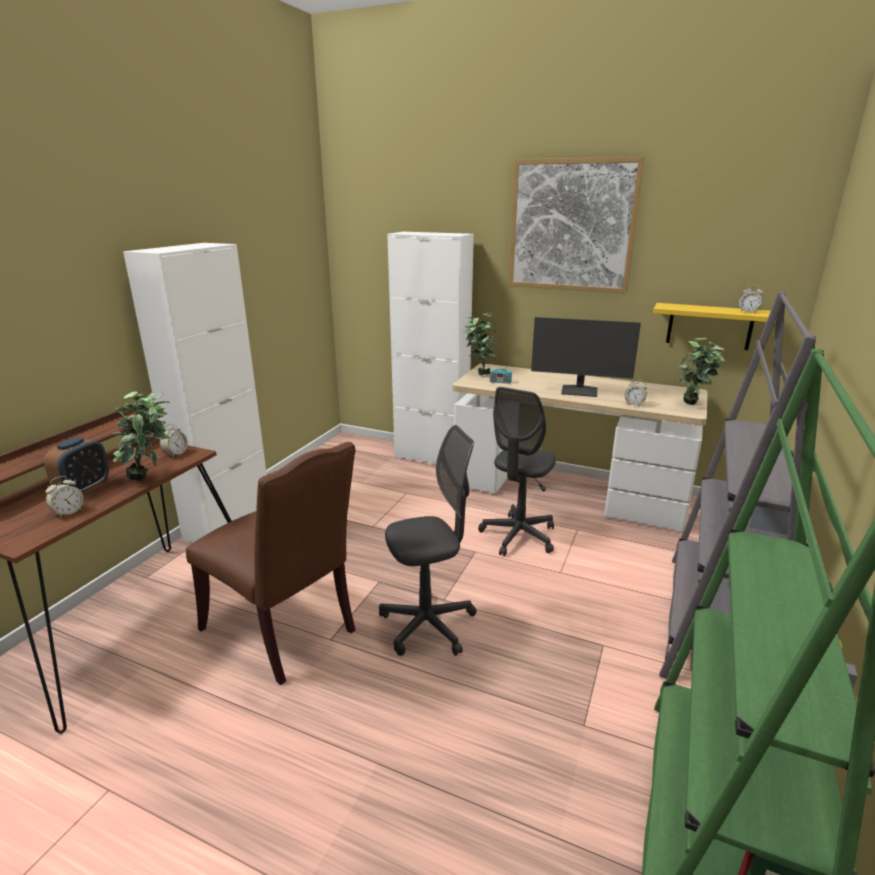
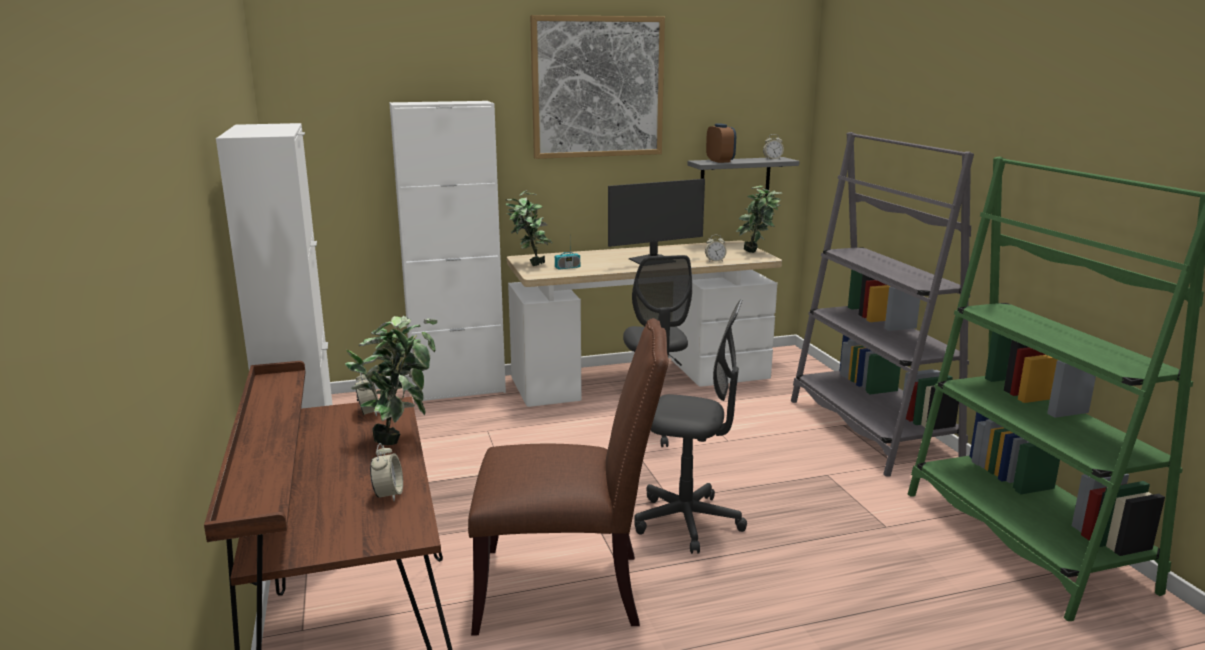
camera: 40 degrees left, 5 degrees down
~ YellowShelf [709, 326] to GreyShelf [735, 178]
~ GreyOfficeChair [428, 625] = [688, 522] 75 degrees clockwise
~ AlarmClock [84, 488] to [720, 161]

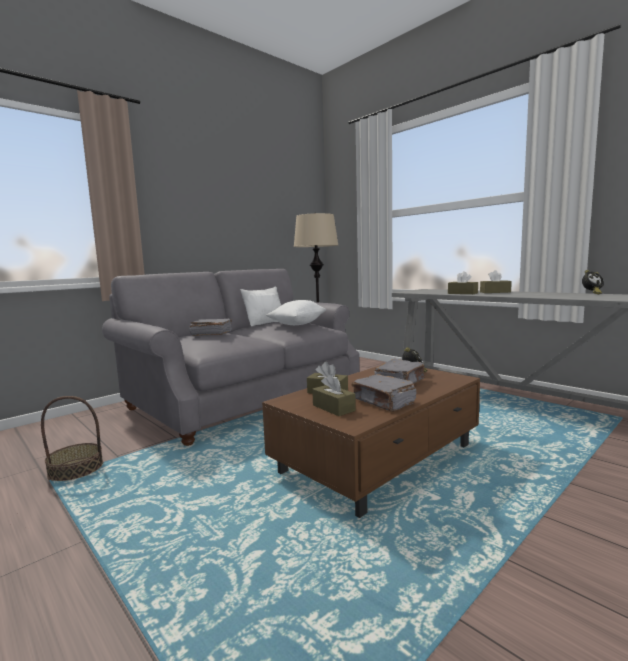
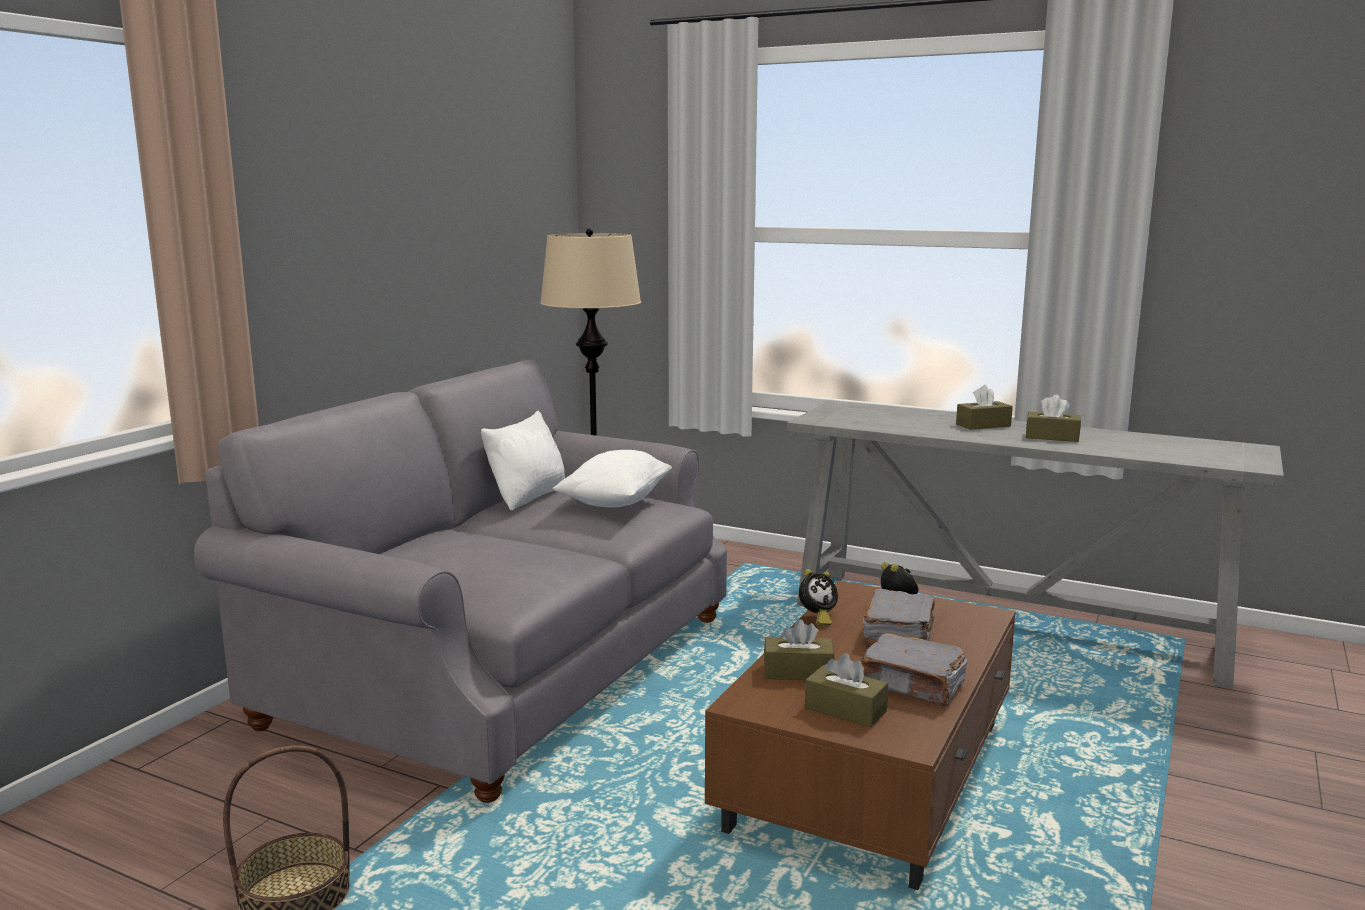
camera: 20 degrees left, 5 degrees up
~ AlarmClock [591, 293] to [817, 618]
~ BrownTissueBox [462, 293] to [1052, 437]
- GreyBook [211, 334]

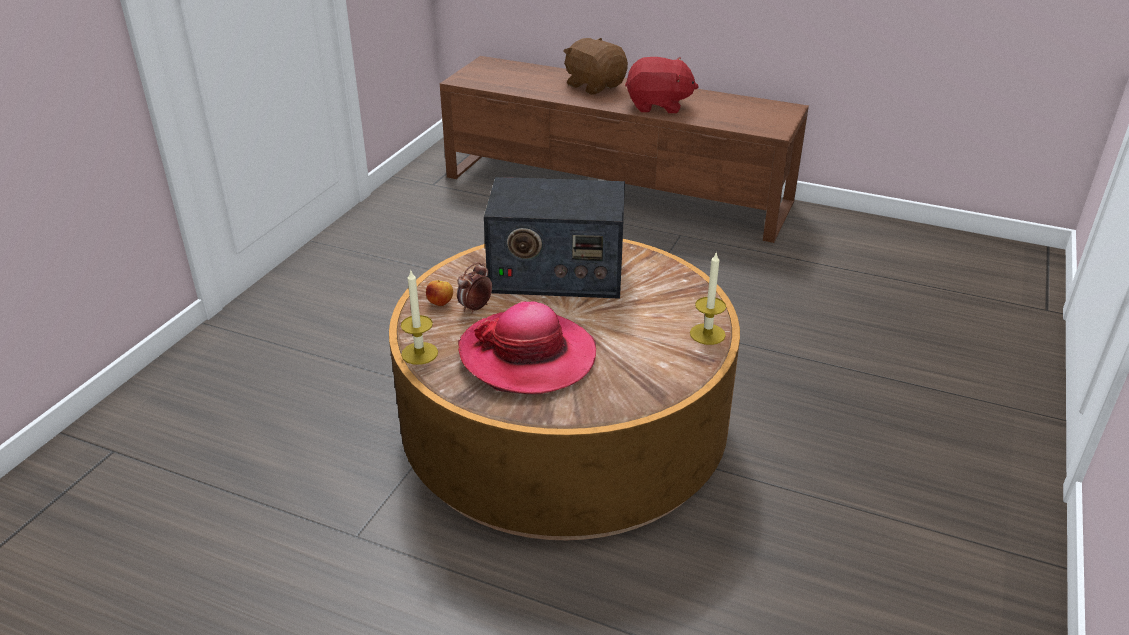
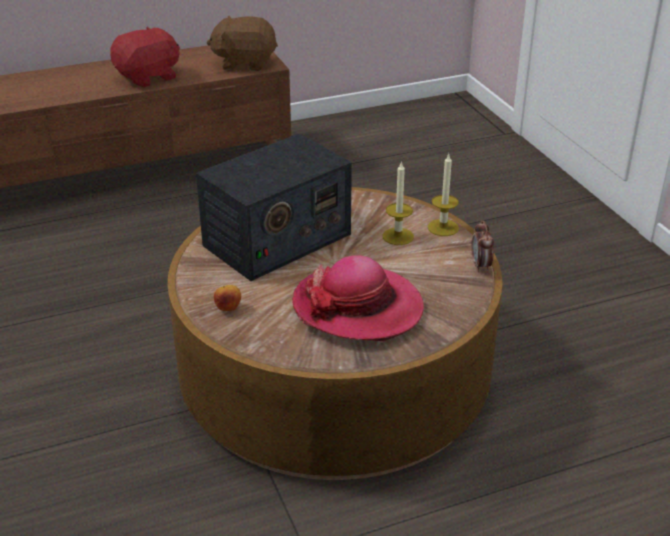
camera: 45 degrees left, 0 degrees up
~ BrownPlushToy [594, 86] to [245, 63]
~ AlarmClock [475, 308] to [481, 266]
~ Candle [419, 353] to [398, 236]

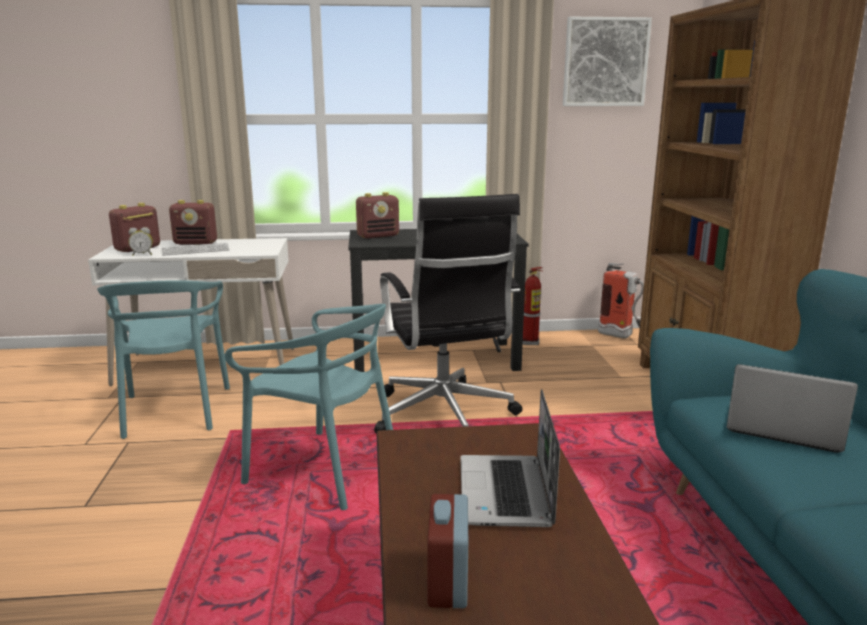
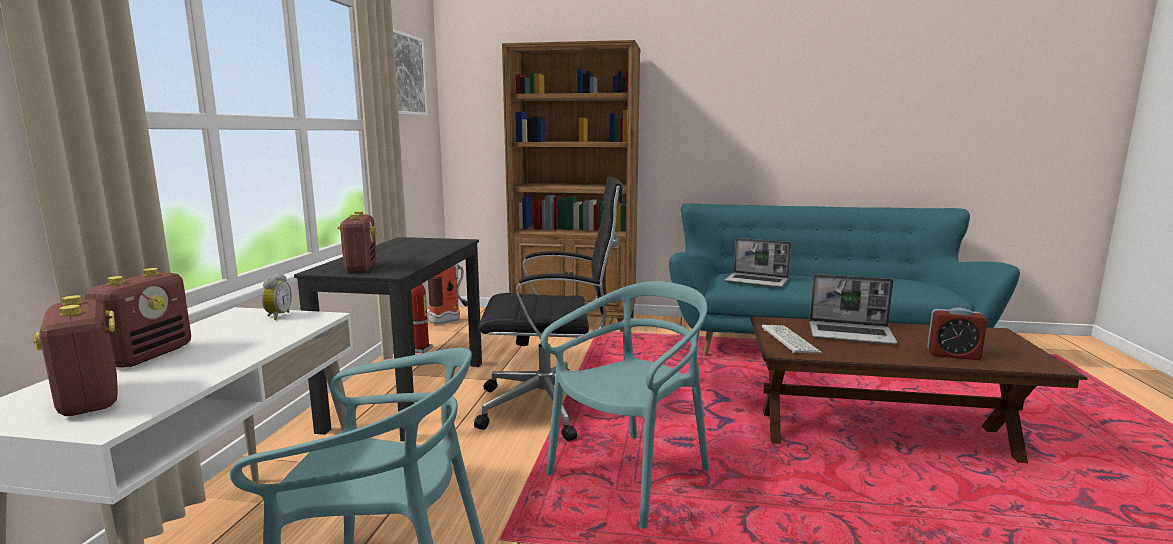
camera: 75 degrees left, 5 degrees down
~ AlarmClock [142, 254] to [277, 316]
~ Keyboard [195, 250] to [790, 340]
~ Laptop [781, 428] = [757, 281] 105 degrees counterclockwise

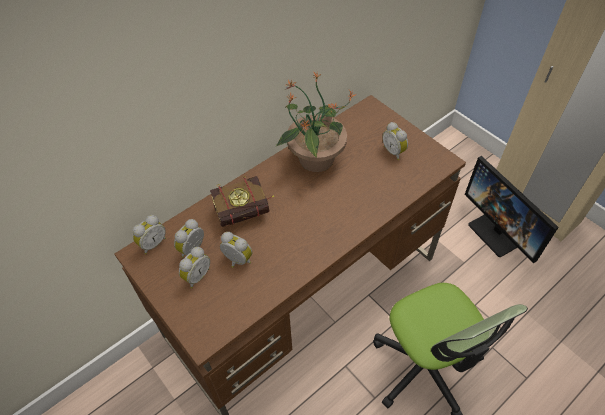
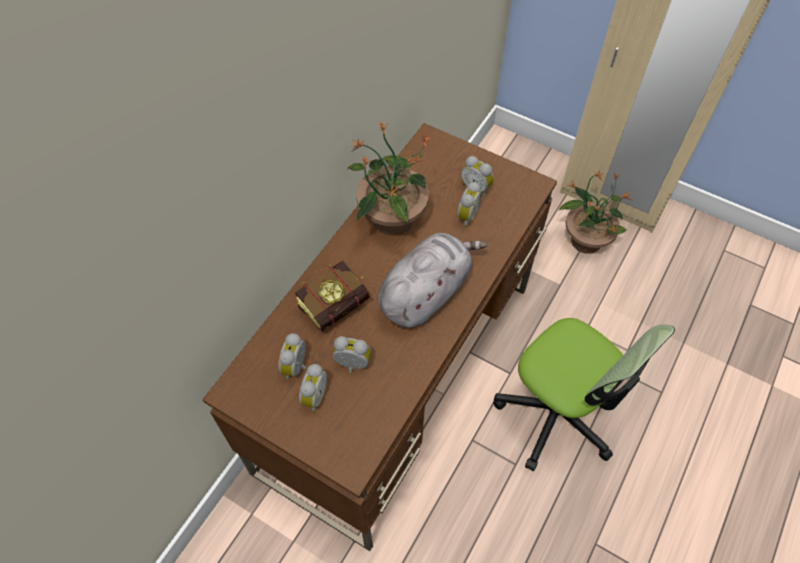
camera: 20 degrees left, 5 degrees up
~ Monitor [498, 232] to PottedPlant [585, 240]
~ AlarmClock [152, 243] to [465, 216]
+ GreyPlushToy [426, 292]

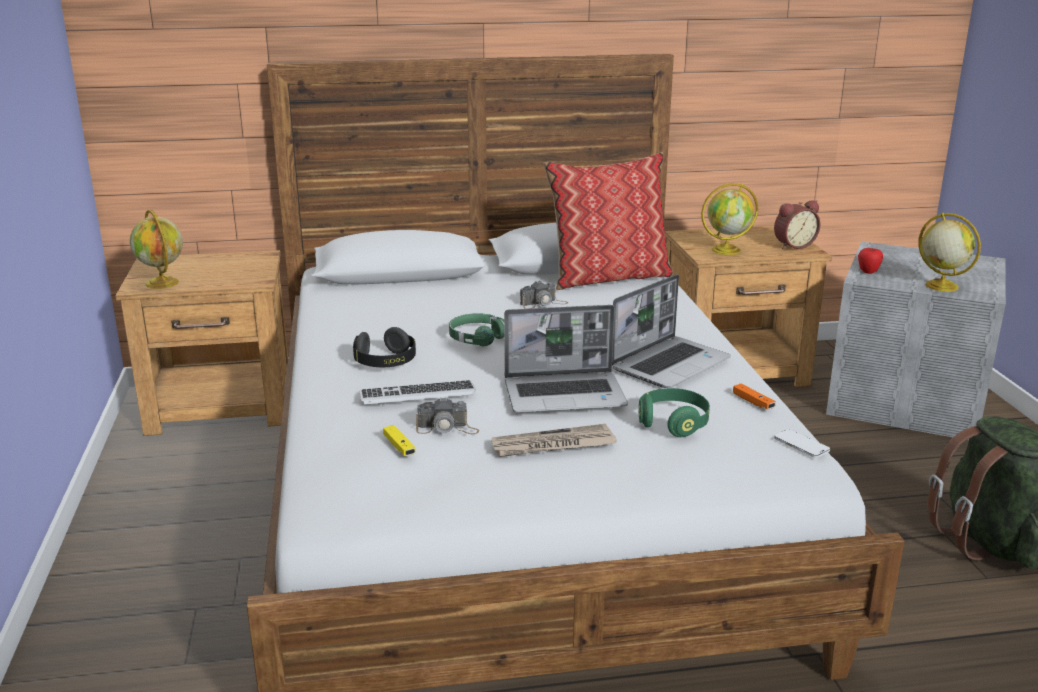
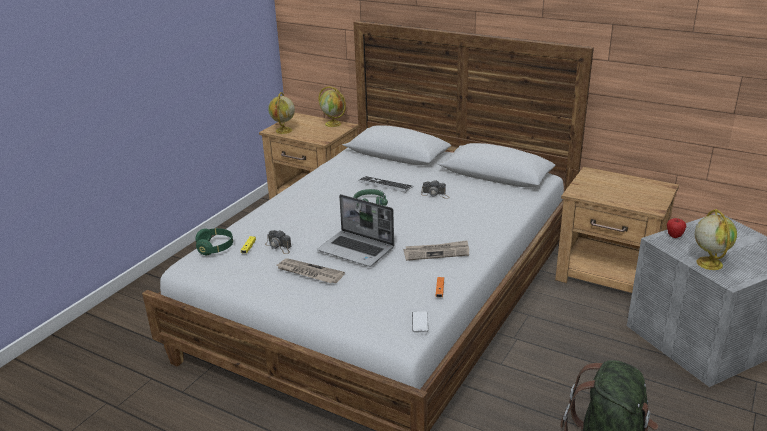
camera: 40 degrees right, 5 degrees up
- Pillow [608, 277]
~ Globe [727, 250] to [333, 124]
- AlarmClock [793, 245]
~ Laptop [670, 364] to Newspaper [437, 252]
- BlackHeadphones [385, 362]
~ Keyboard [417, 394] to [385, 185]
~ GreenHeadphones [673, 423] to [215, 248]

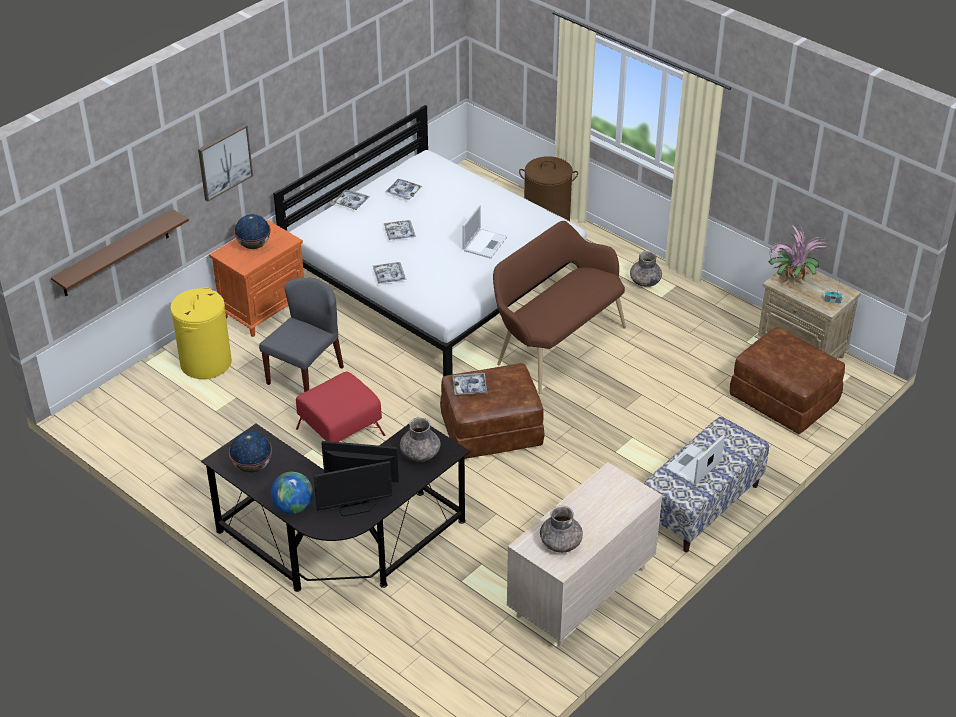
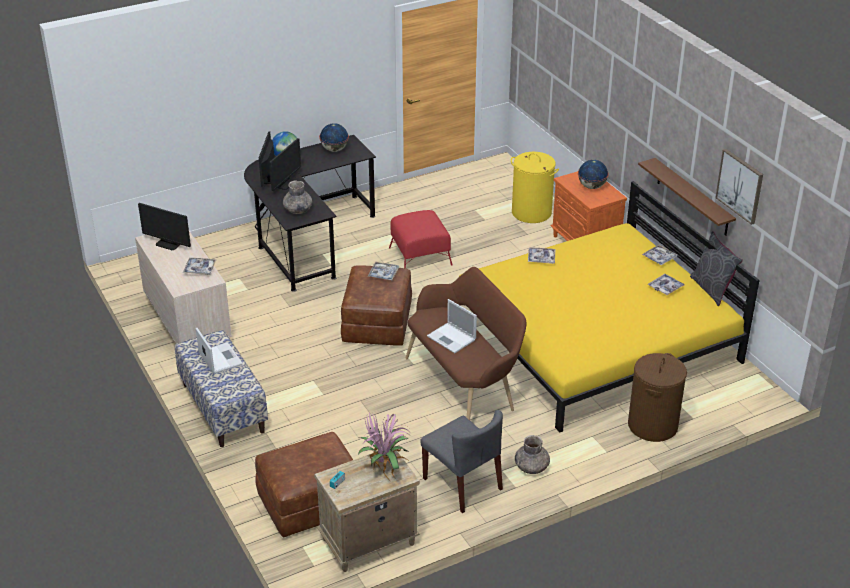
camera: 110 degrees right, 5 degrees down
~ WhiteBed [435, 276] to YellowBed [595, 338]
~ Picture [224, 162] to [740, 186]
~ Laptop [485, 243] to [452, 338]
~ BrownShelf [115, 254] to [692, 197]
~ Tray [399, 233] to [200, 269]
~ GreyChair [305, 375] to [463, 484]
~ GreyVase [561, 542] to Monitor [168, 244]
+ GreyPillow [712, 289]

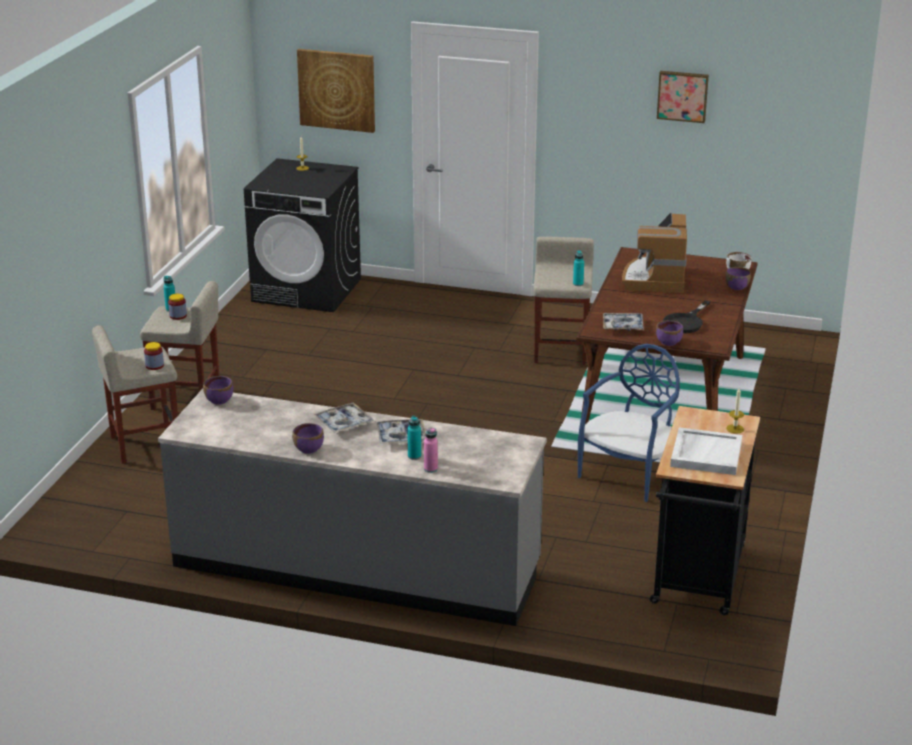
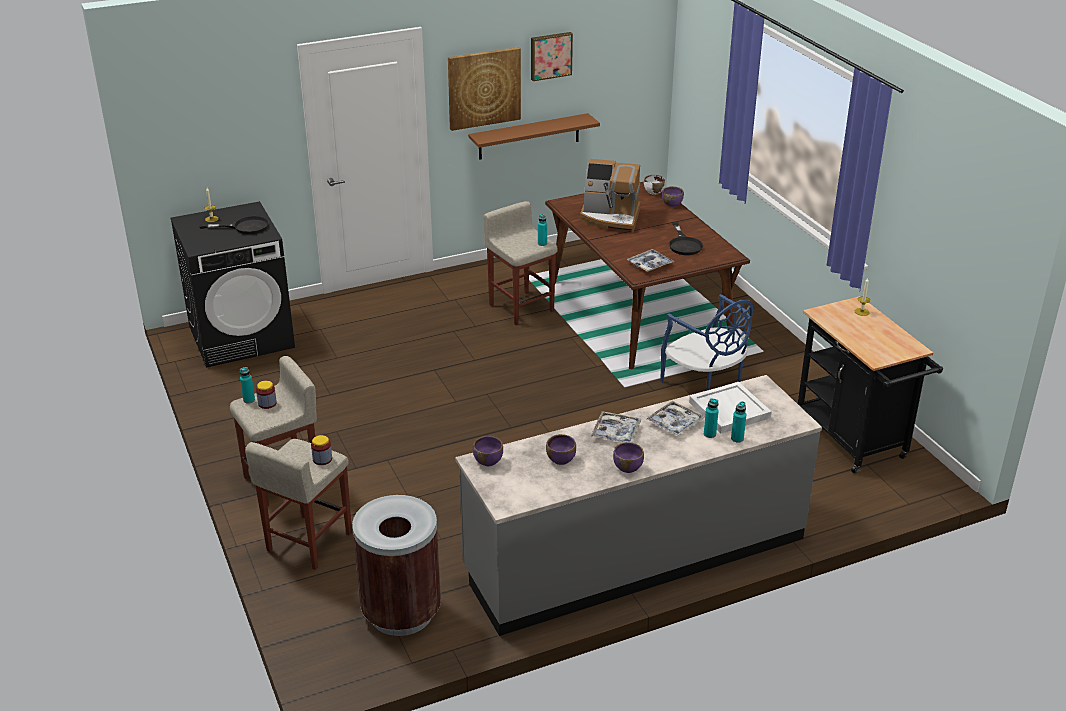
camera: 40 degrees left, 5 degrees up
~ Picture [337, 90] to [484, 88]
~ CoffeeMachine [655, 279] = [610, 218] 45 degrees counterclockwise
~ PurpleBowl [669, 342] to [561, 459]
~ BlueChair [629, 475] = [705, 384] 150 degrees clockwise
~ WhiteTray [705, 454] to [728, 410]
~ PinkBottle [430, 469] to TurquoiseBottle [737, 438]
+ BrownShelf [529, 136]
+ BlackFryingPan [244, 227]
+ BrownTrashCan [401, 613]

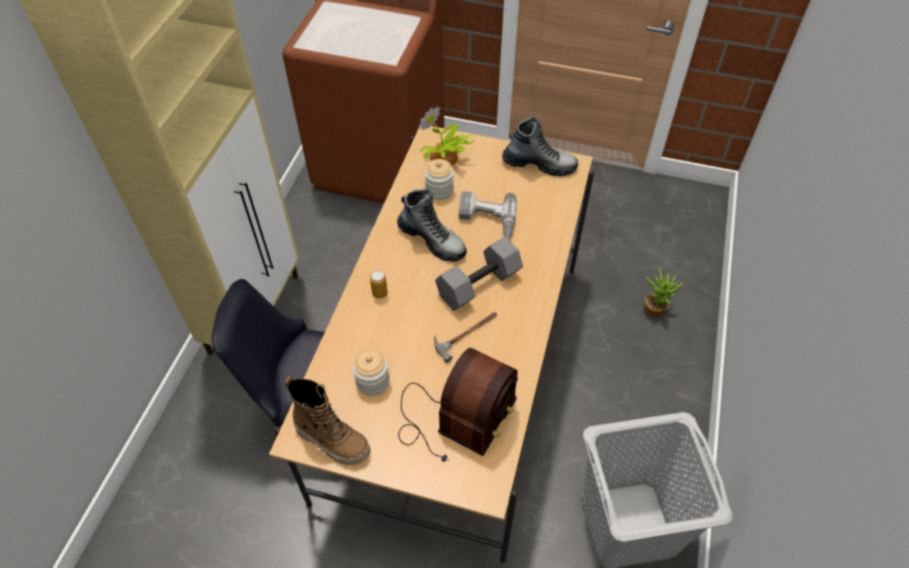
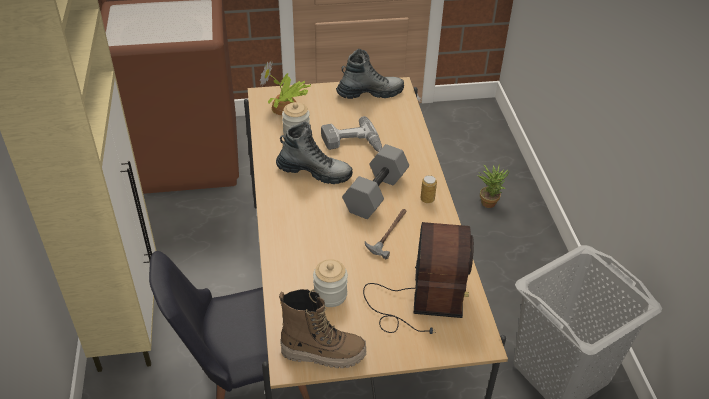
camera: 25 degrees left, 10 degrees down
~ Can [380, 293] to [427, 199]

